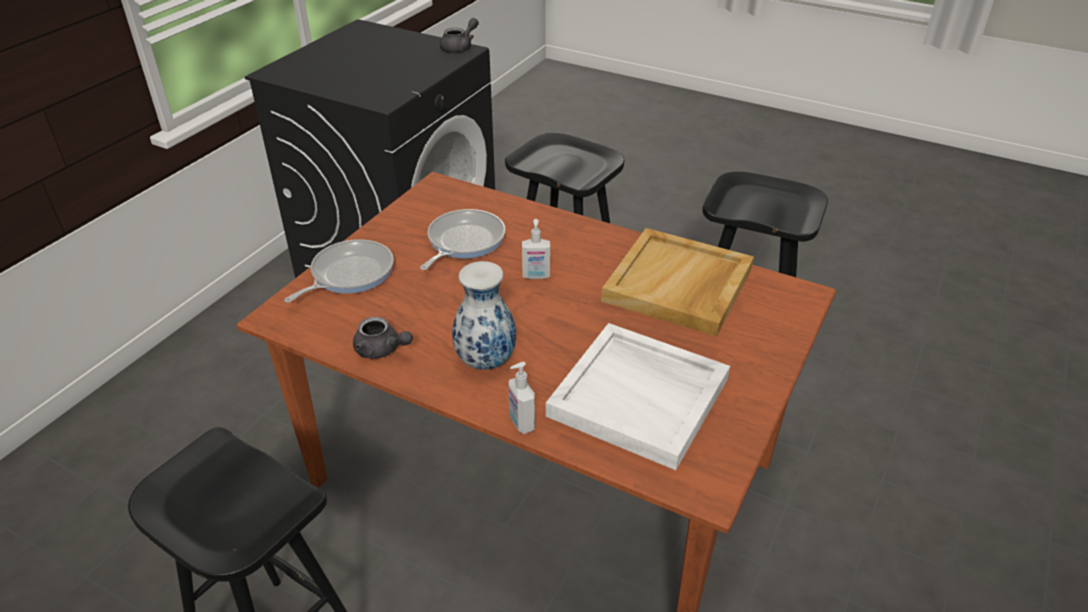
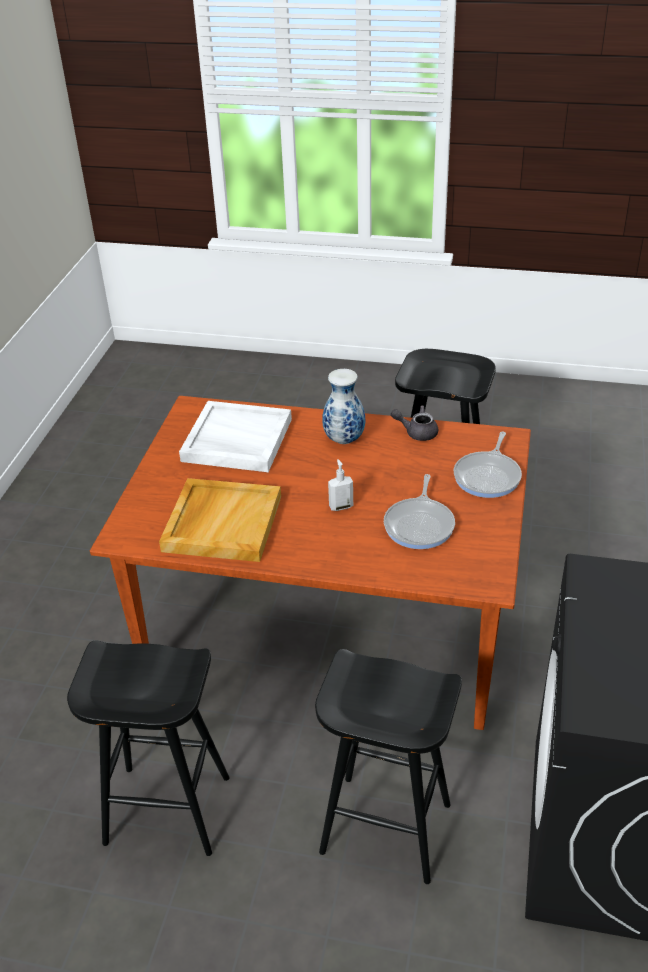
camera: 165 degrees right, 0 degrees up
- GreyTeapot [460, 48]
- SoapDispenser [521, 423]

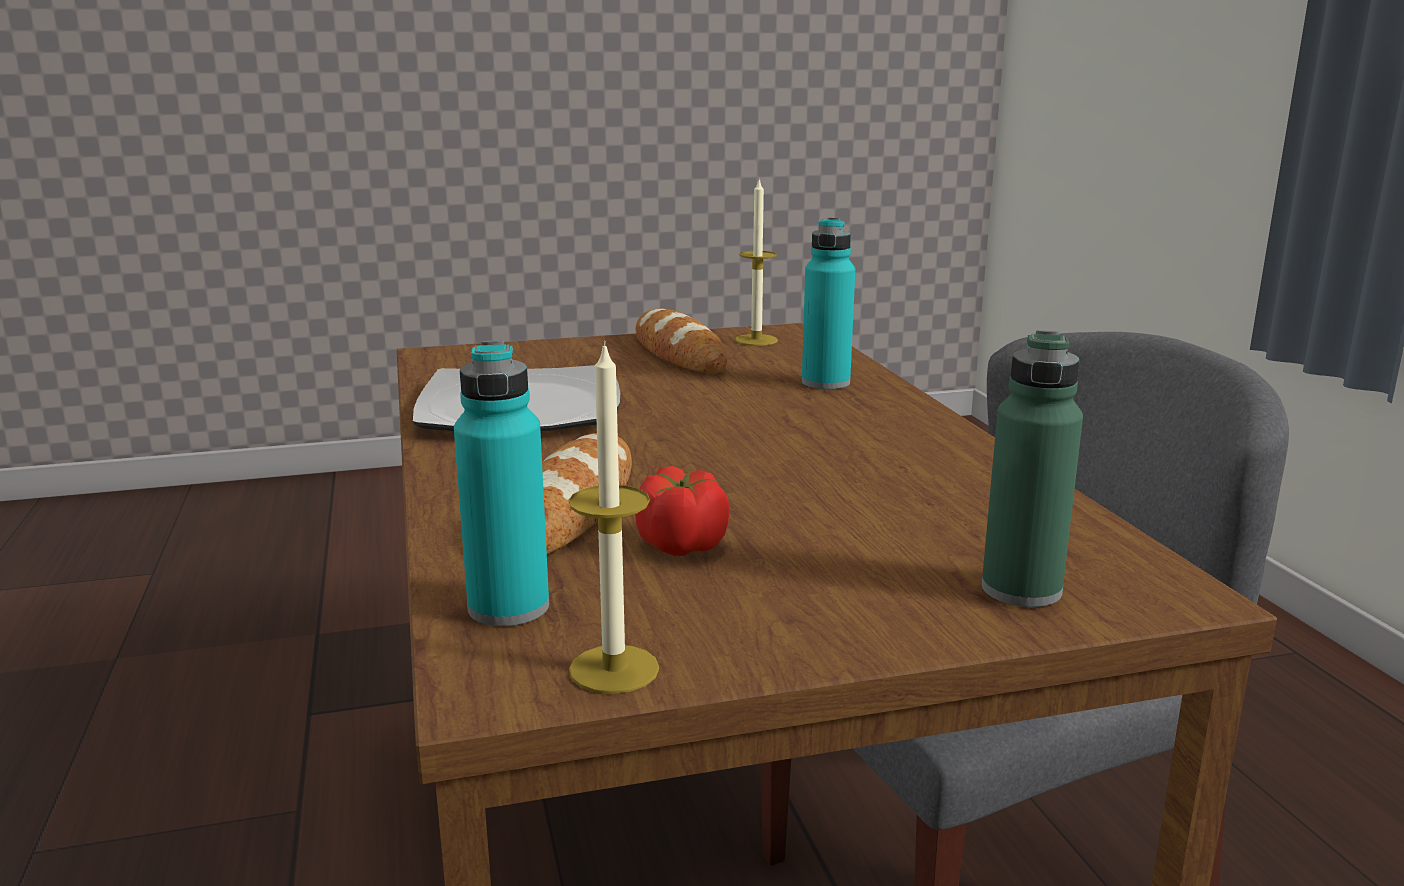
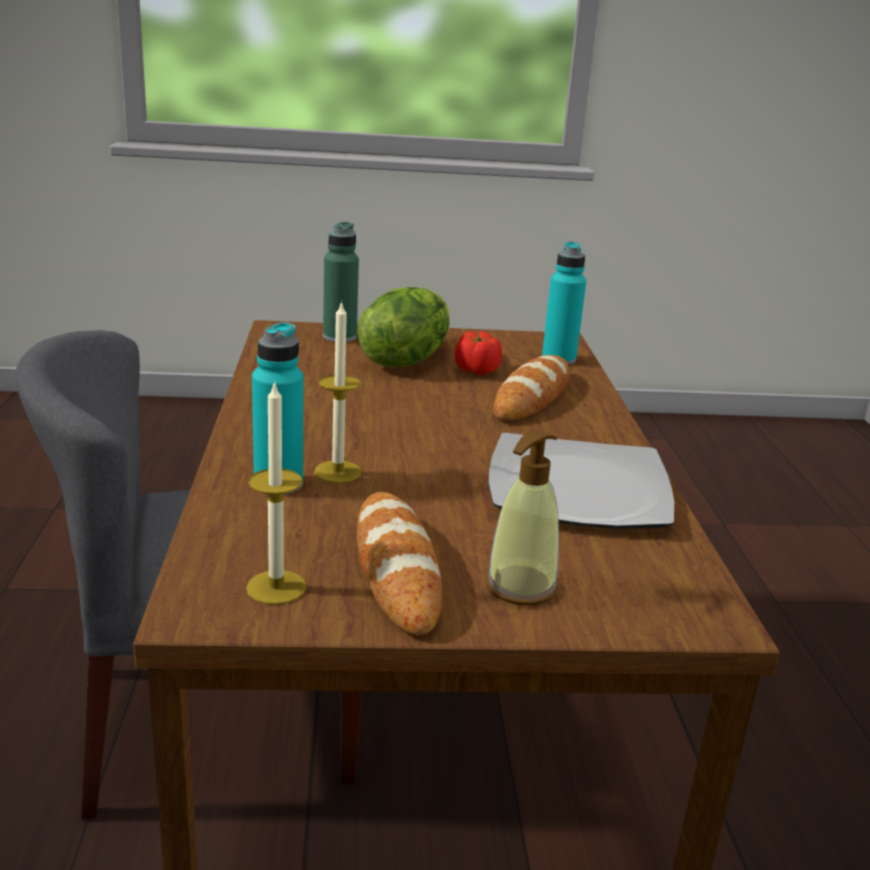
camera: 170 degrees left, 5 degrees up
~ Candle [614, 669] to [337, 472]
+ Lettuce [404, 360]
+ SoapDispenser [520, 587]

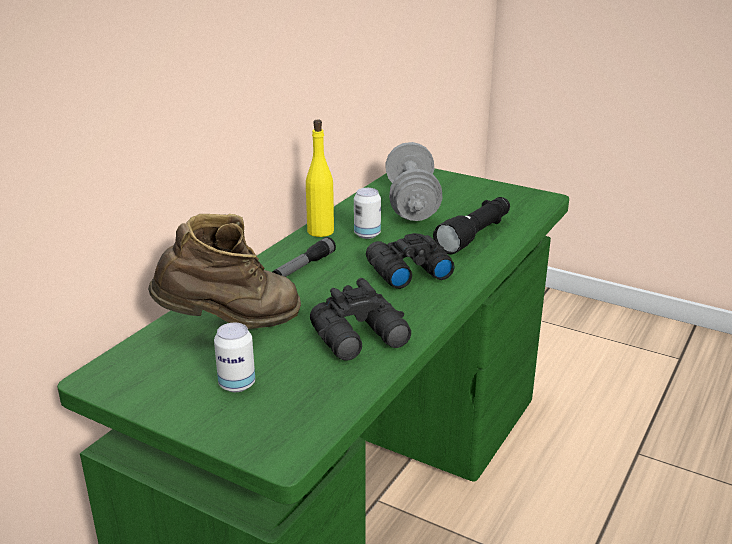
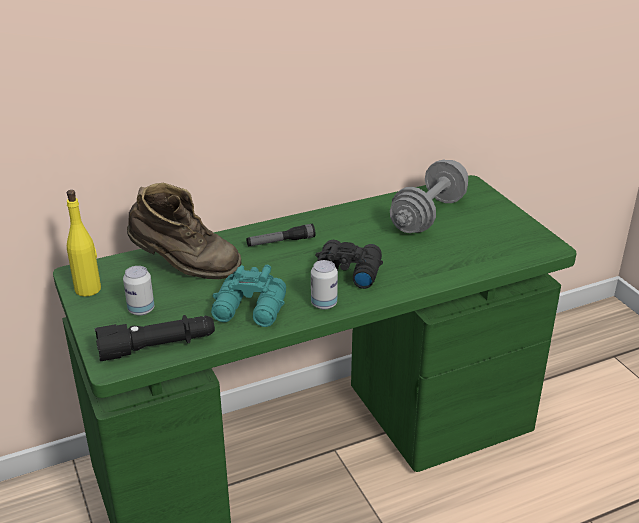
camera: 35 degrees right, 5 degrees up
~ YellowBottle [320, 231] to [88, 289]
~ Can [367, 234] to [324, 304]
~ BlackFlashlight [475, 235] to [158, 347]
~ BlackBinoculars [362, 338] to TurquoiseBinoculars [251, 310]

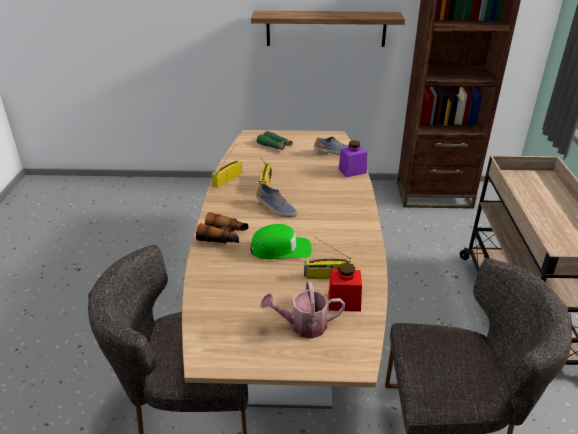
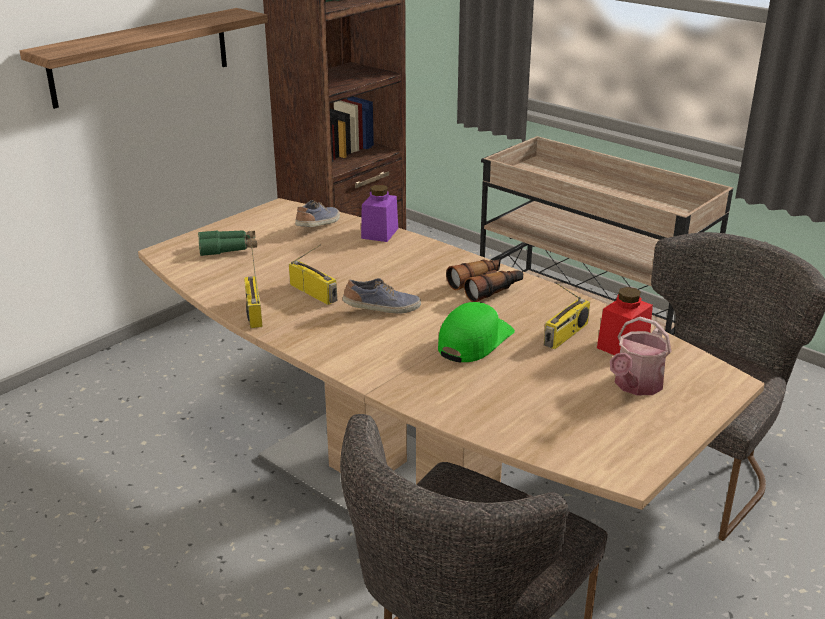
camera: 50 degrees left, 5 degrees down
~ Binoculars [224, 236] to [486, 287]

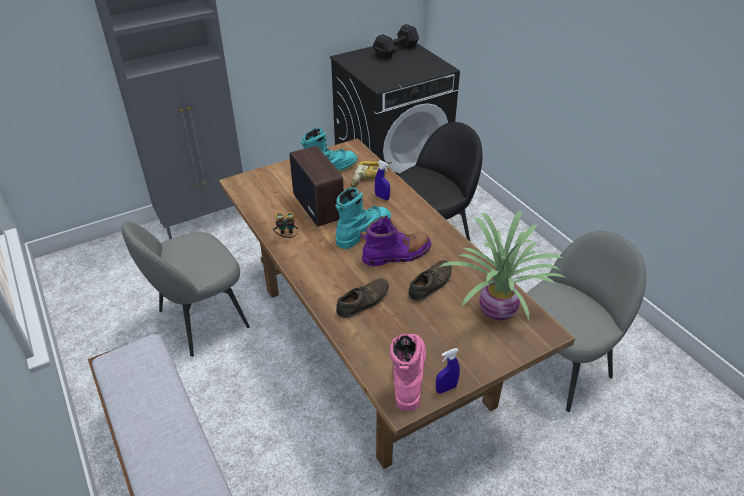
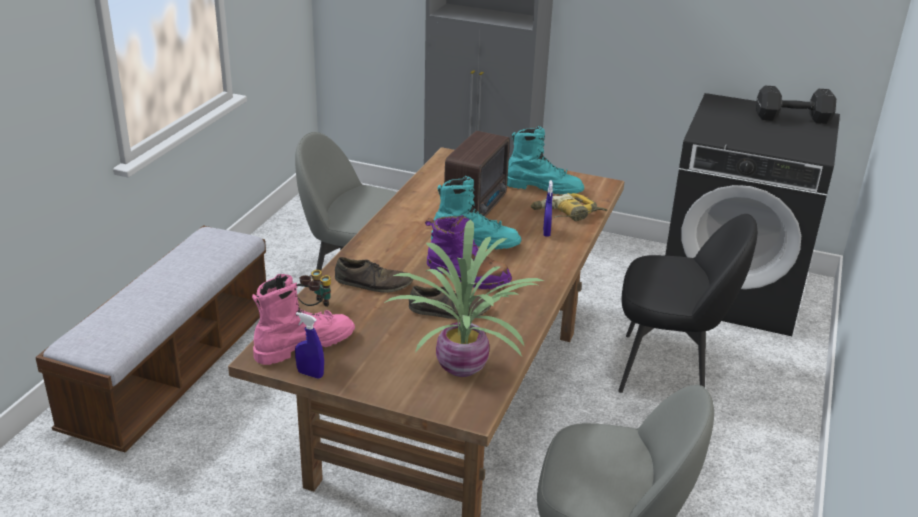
camera: 50 degrees right, 10 degrees down
~ Binoculars [286, 237] to [314, 306]

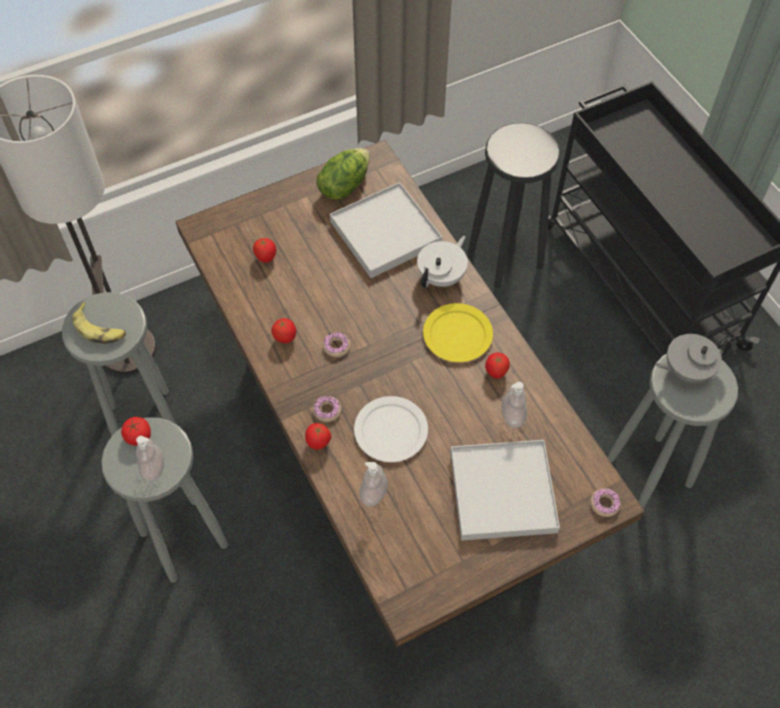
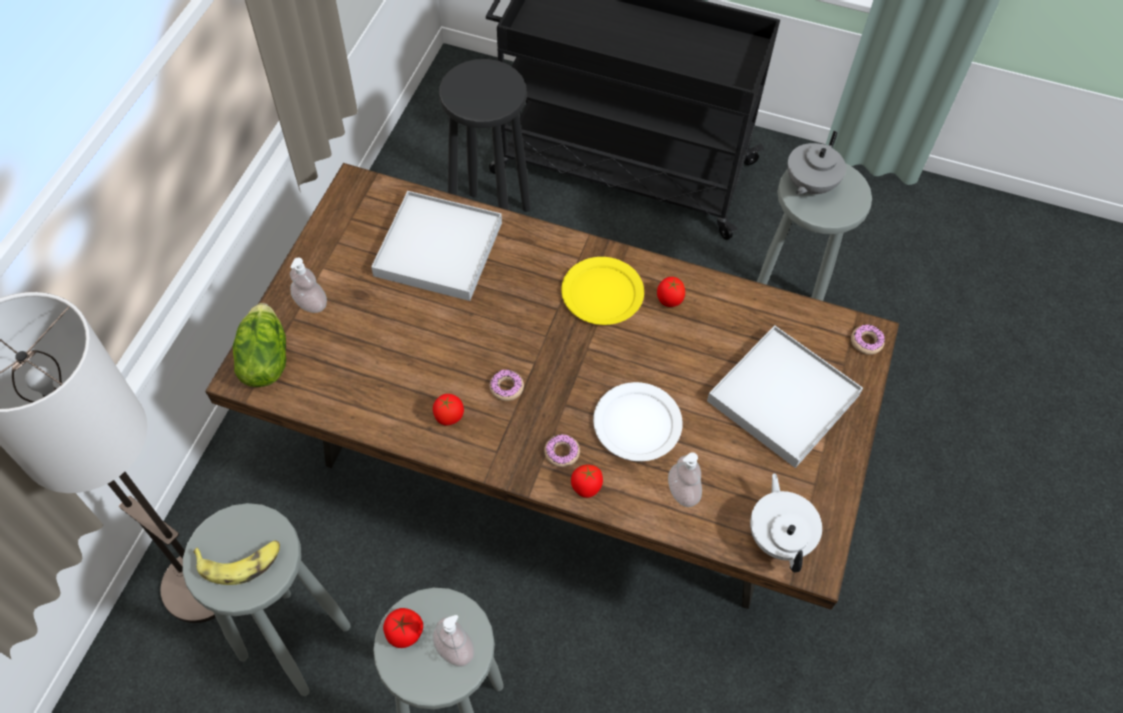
camera: 45 degrees left, 0 degrees up
~ Lettuce [344, 185] to [264, 360]
~ WhiteTeapot [442, 276] to [779, 537]
- Tomato [266, 258]
~ SoapDispenser [512, 416] to [311, 303]

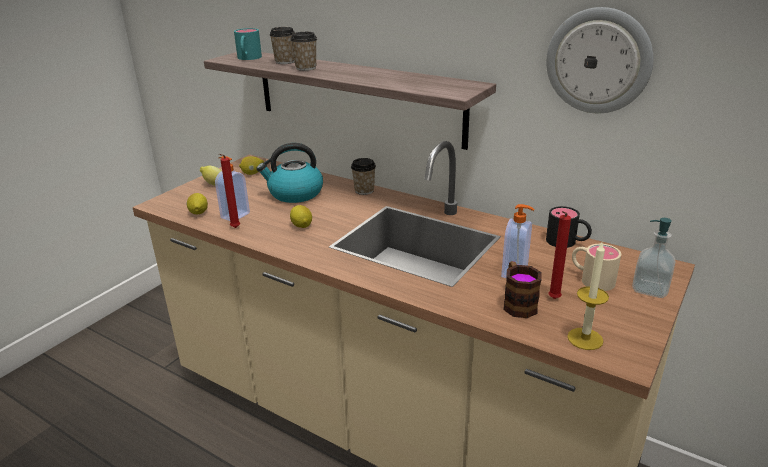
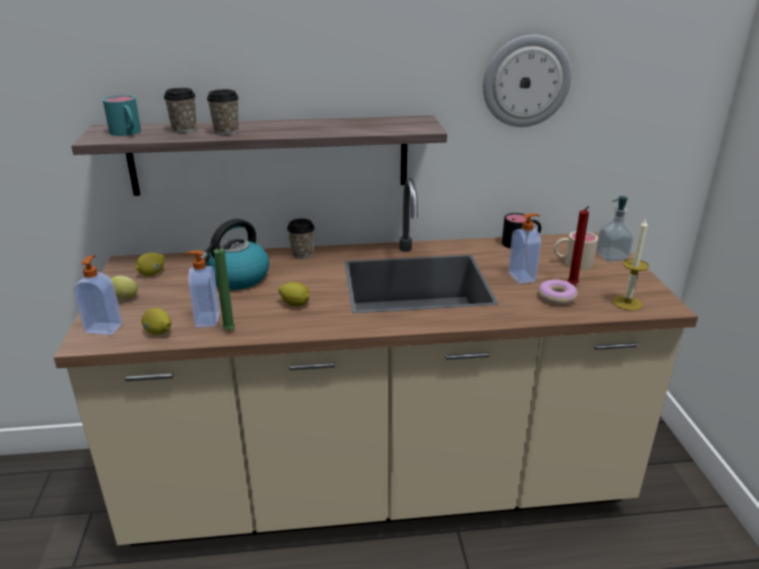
camera: 40 degrees left, 0 degrees up
~ RedCandle [234, 228] to GreenCandle [229, 332]
~ Mug [517, 303] to Donut [556, 297]
+ SoapDispenser [104, 328]

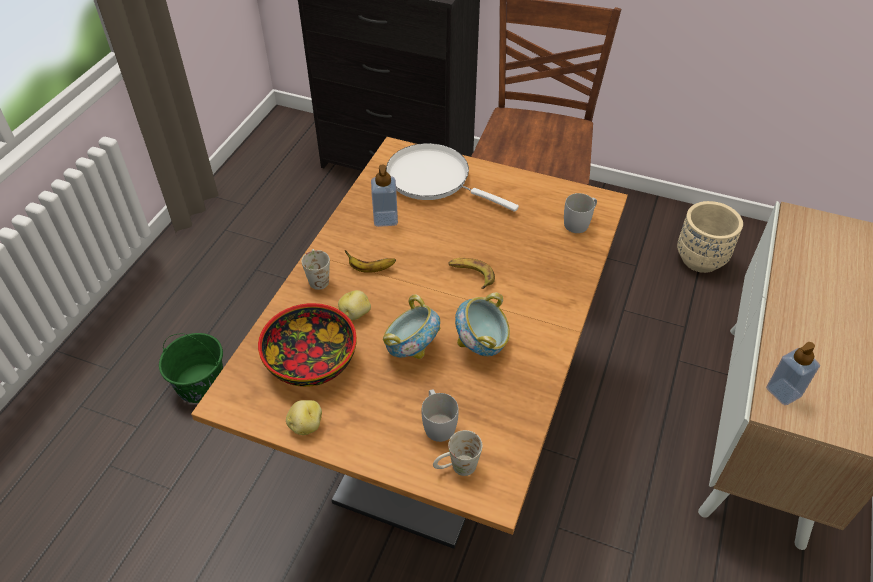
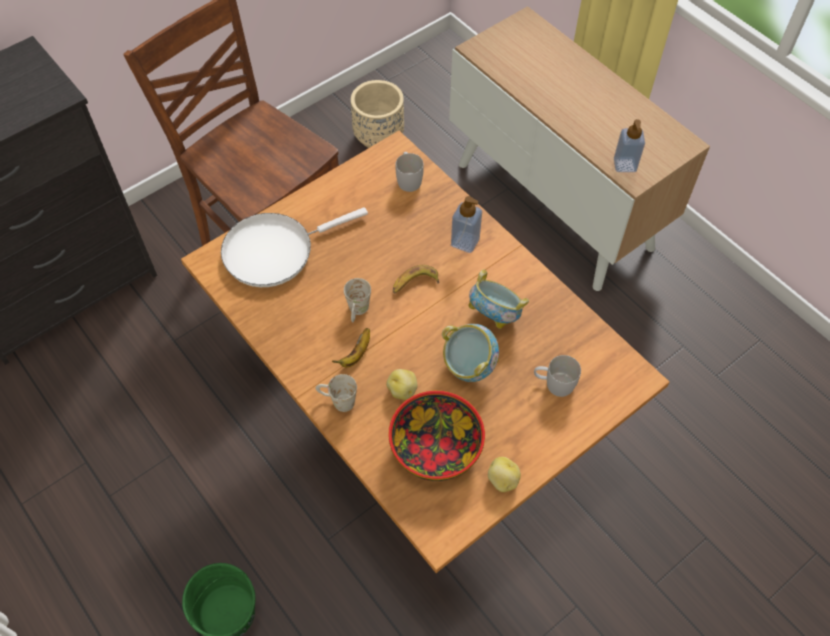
camera: 60 degrees left, 10 degrees up
~ SoapDispenser [385, 219] to [465, 242]
~ WhiteMug [456, 468] to [357, 312]

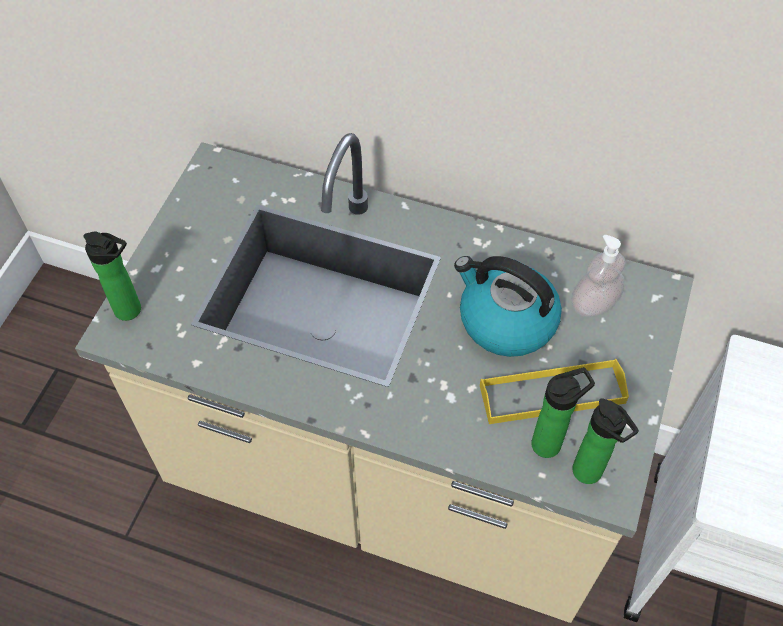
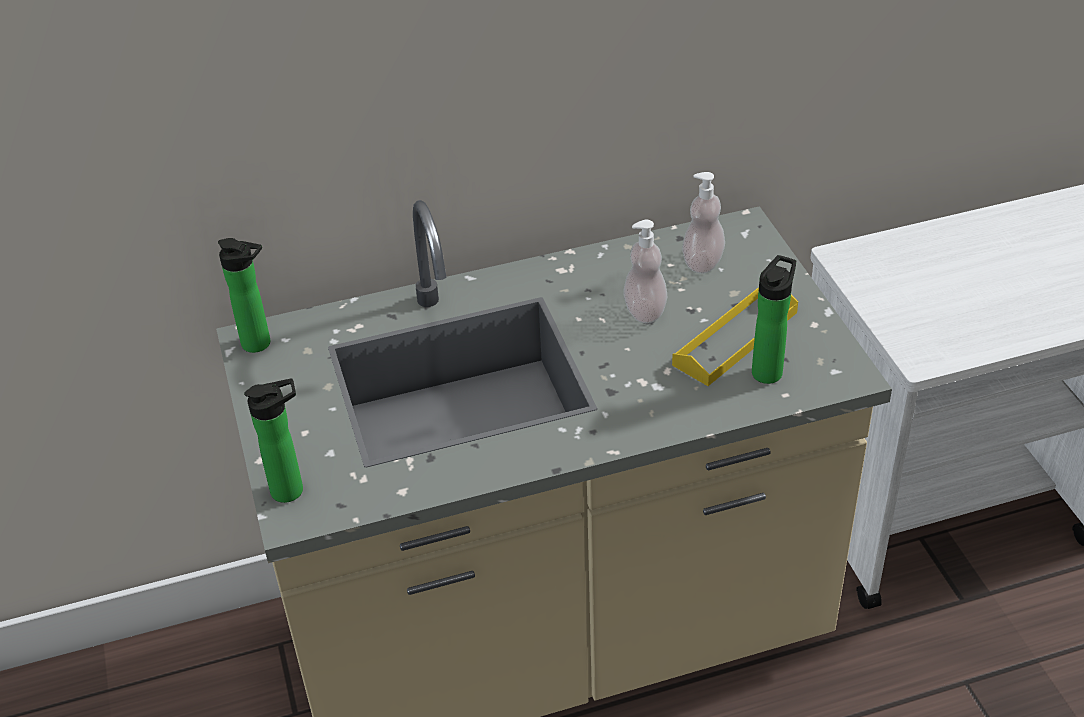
camera: 35 degrees left, 15 degrees down
~ Kettle [505, 321] to SoapDispenser [645, 311]
~ Bottle [590, 474] to [260, 344]

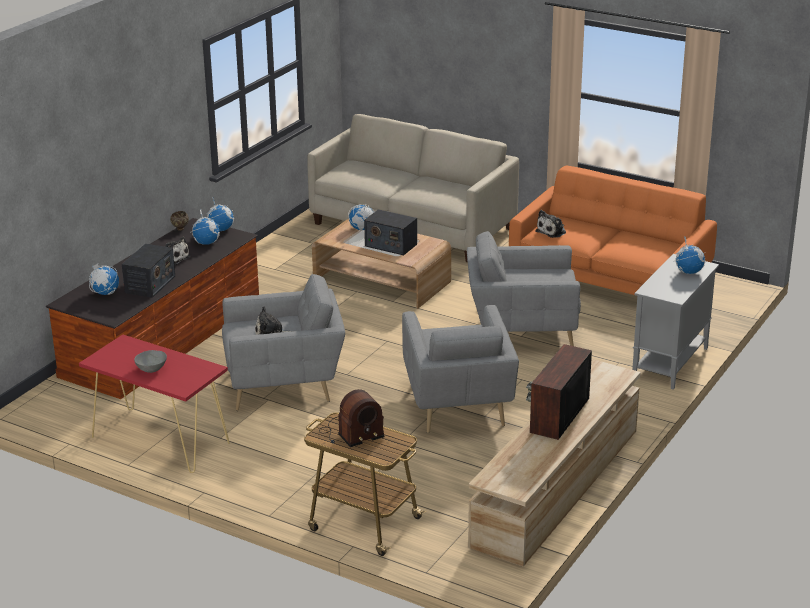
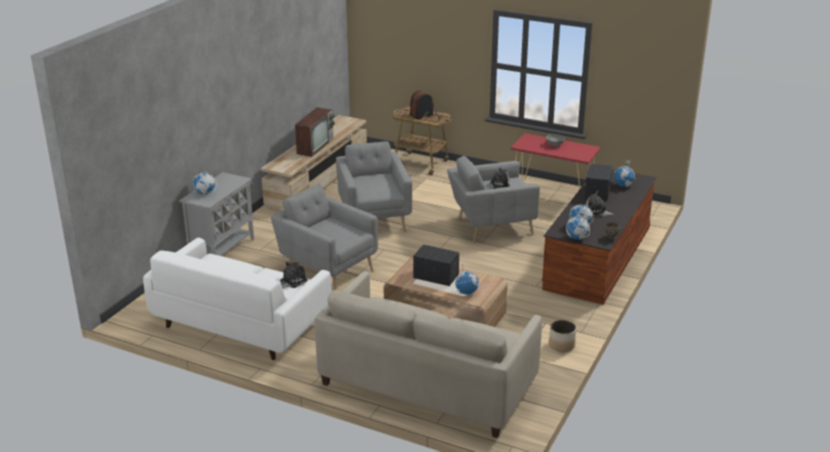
camera: 175 degrees right, 0 degrees up
~ OrangeSofa [610, 279] to WhiteSofa [241, 323]
~ GreyArmchair [521, 334] = [327, 269] 135 degrees counterclockwise
+ Planter [561, 345]

